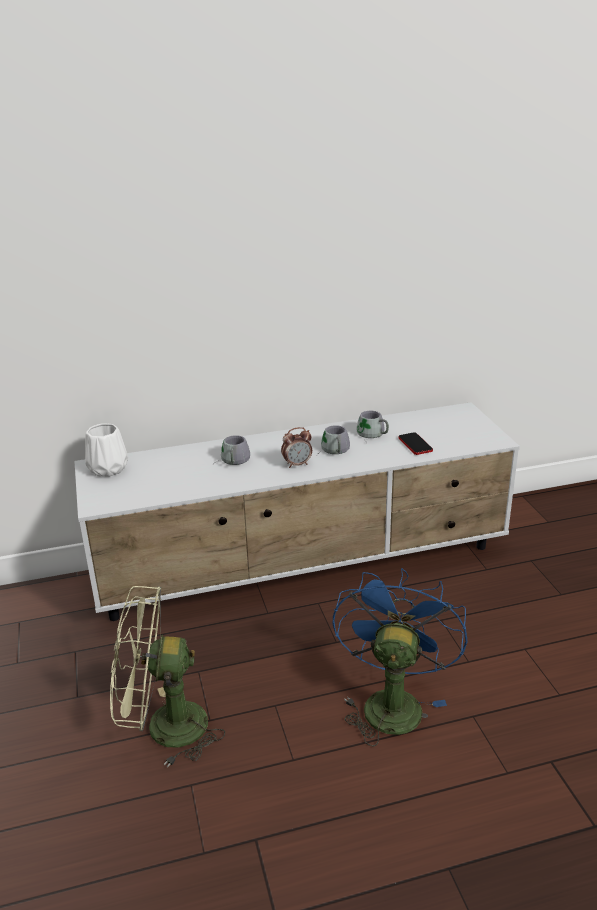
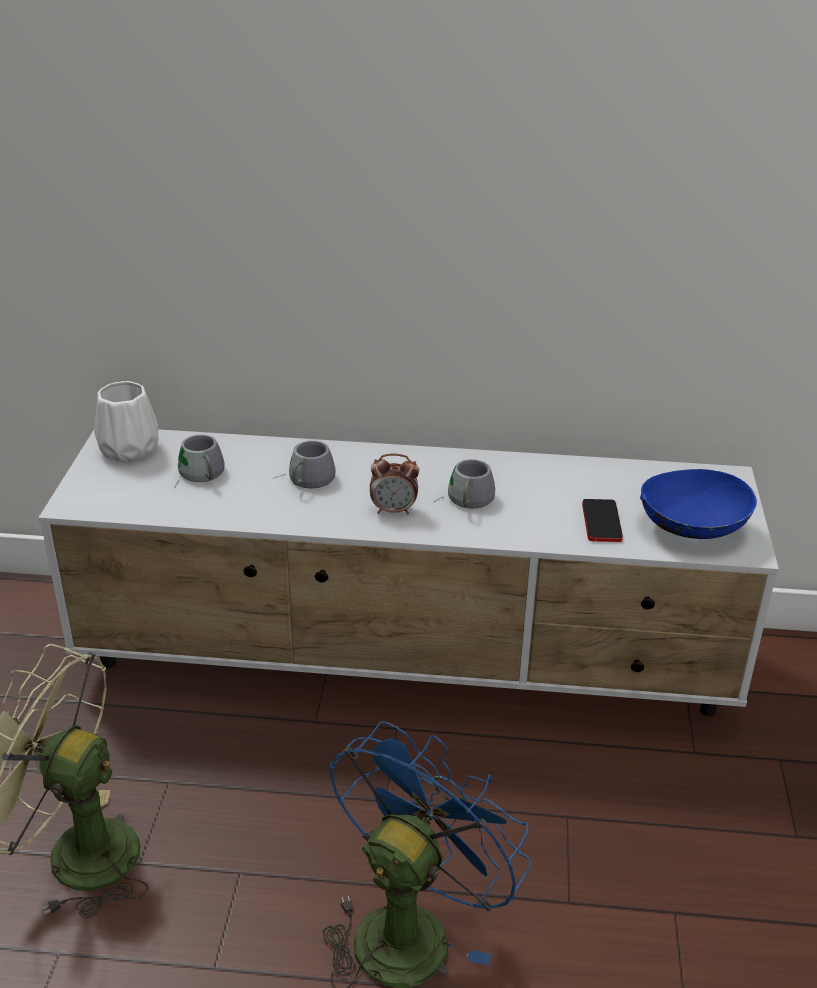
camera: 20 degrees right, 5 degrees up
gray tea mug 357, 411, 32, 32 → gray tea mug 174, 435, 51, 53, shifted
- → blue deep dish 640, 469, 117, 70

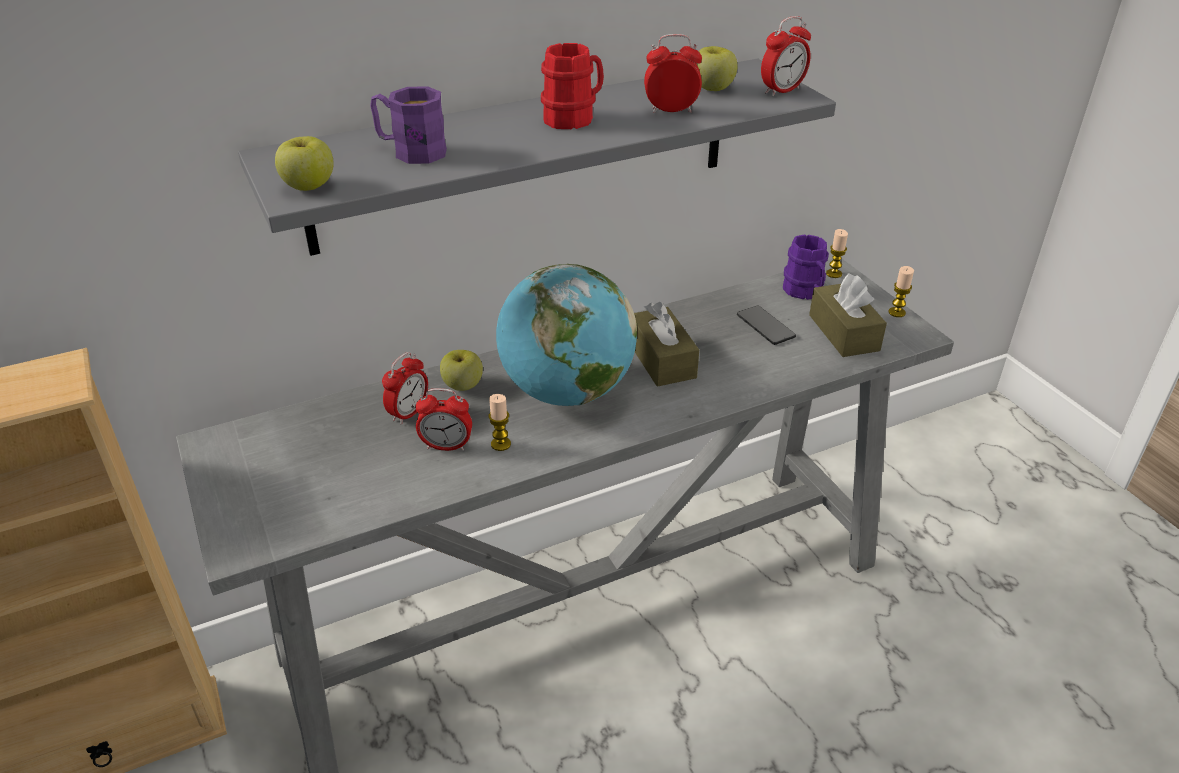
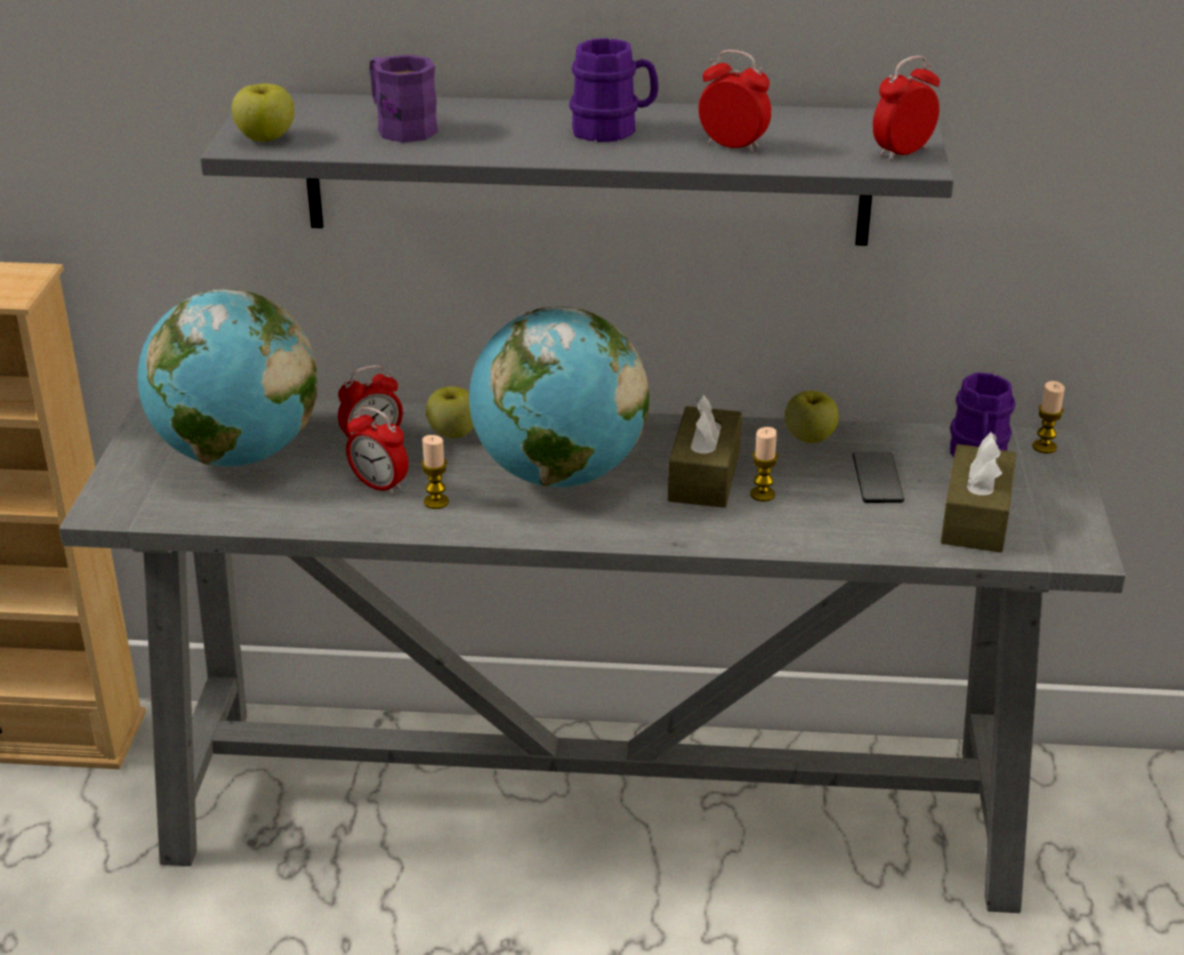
camera: 30 degrees right, 5 degrees down
alarm clock 761, 16, 50, 80 → alarm clock 873, 56, 67, 104, 150 degrees clockwise
red tea mug 541, 43, 63, 86 → purple-coloured tea mug 569, 38, 90, 104
whole apple 696, 46, 41, 45 → whole apple 785, 391, 54, 52, shifted
wax light 888, 266, 26, 51 → wax light 750, 427, 28, 75, shifted
- → desk globe 137, 289, 180, 178

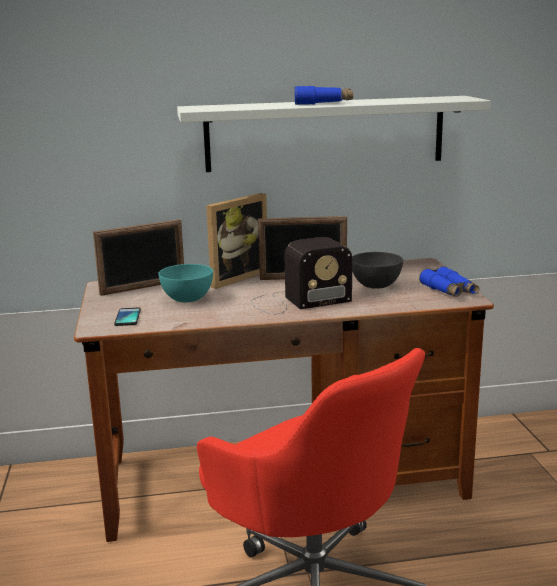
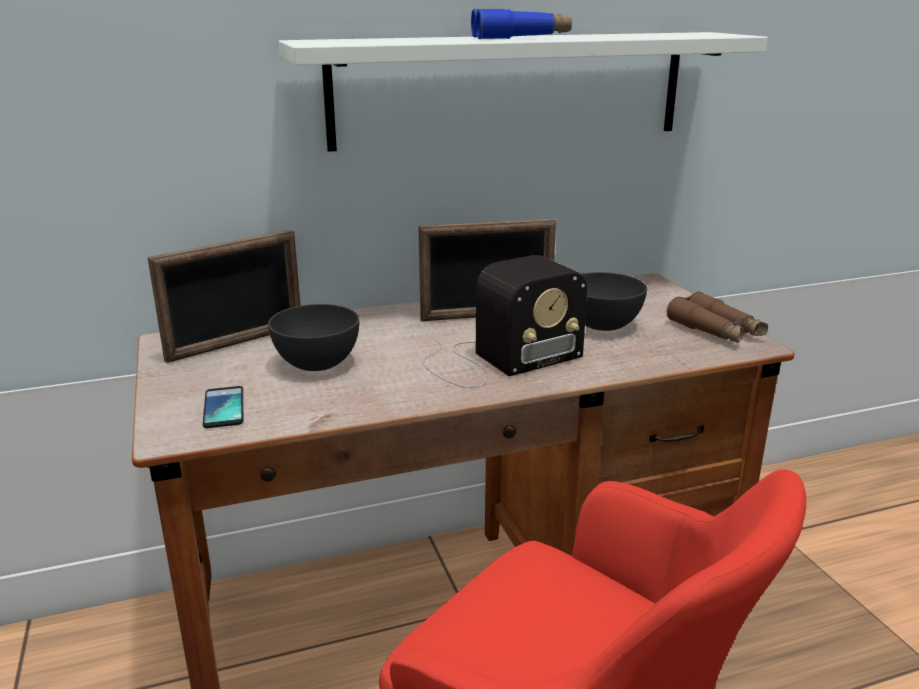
camera: 10 degrees left, 5 degrees up
picture frame 206, 193, 61, 96 → -
turquoise-coloured deep dish 158, 264, 55, 38 → gray deep dish 268, 304, 92, 67
blue pair of binoculars 419, 266, 60, 31 → brown-coloured pair of binoculars 667, 292, 101, 51

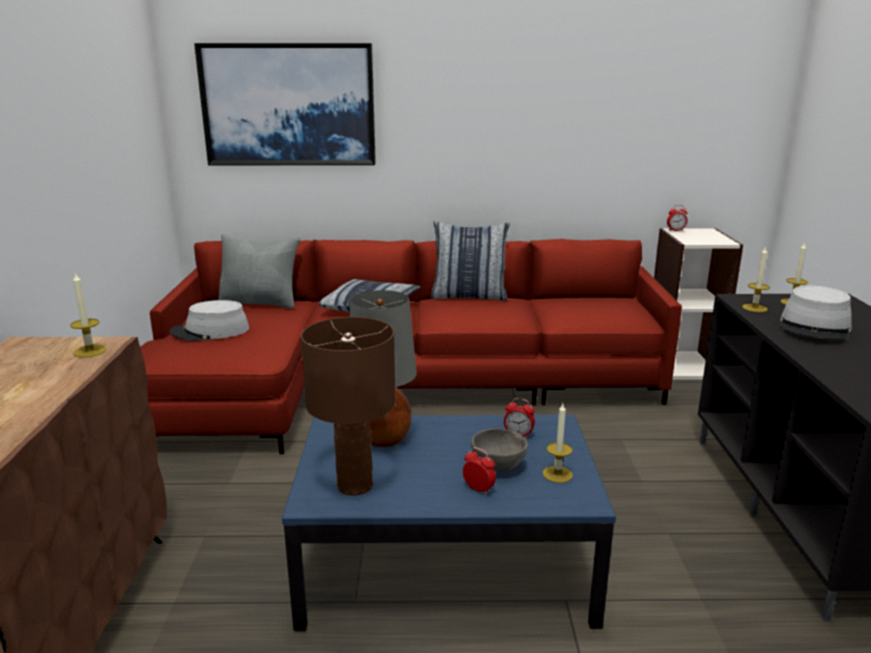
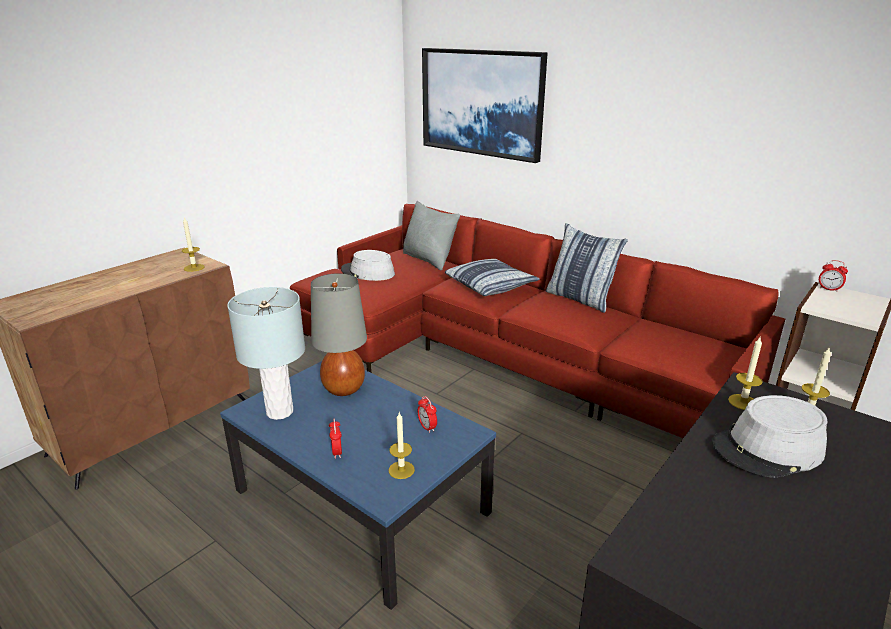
camera: 40 degrees right, 5 degrees up
brown-coloured table lamp 301, 317, 95, 179 → gray table lamp 227, 287, 78, 133
gray deep dish 471, 429, 57, 42 → -

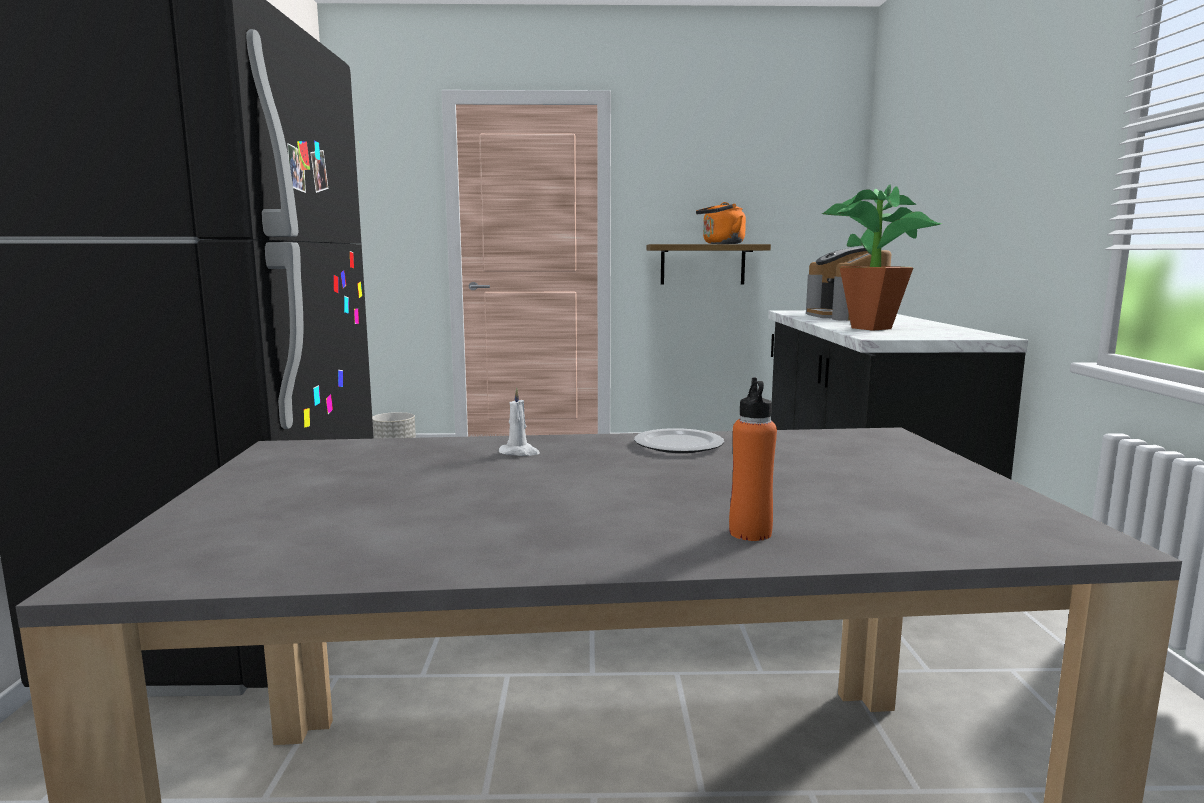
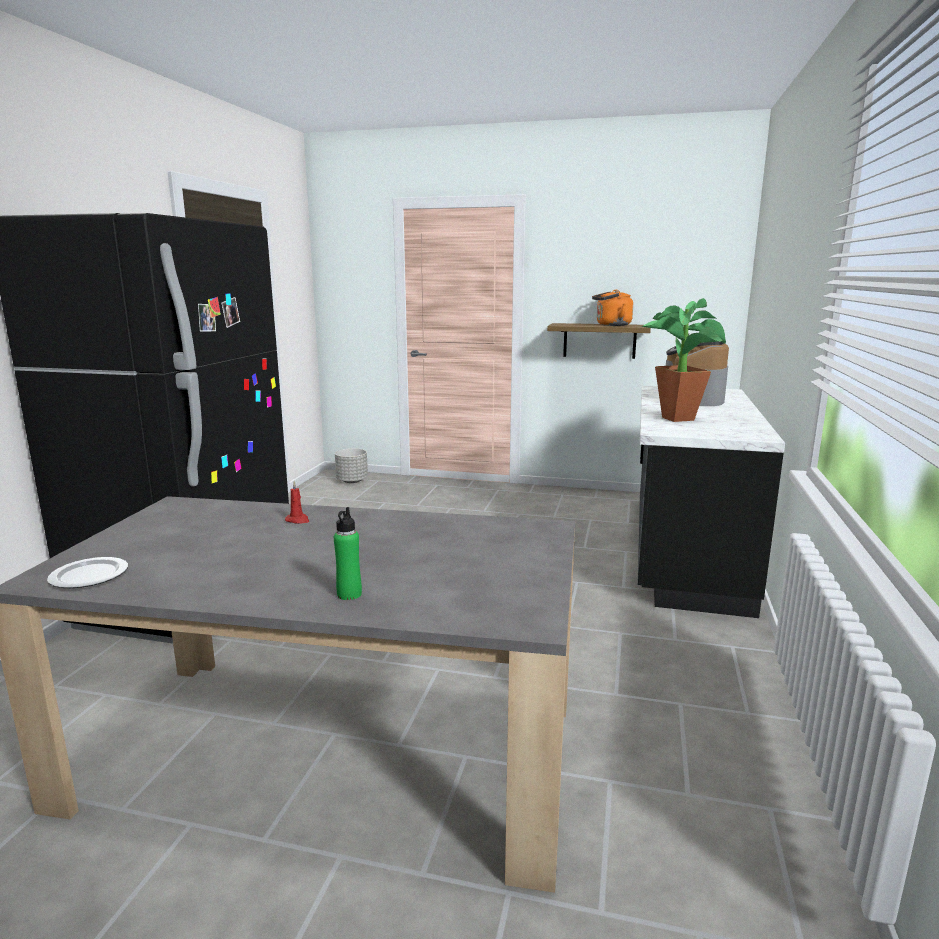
camera: 15 degrees right, 5 degrees up
orangey drink bottle 729, 378, 48, 163 → green drink bottle 334, 507, 28, 93
white wax light 499, 388, 41, 68 → red wax light 285, 481, 24, 42
dinner plate 634, 428, 90, 25 → dinner plate 47, 557, 81, 31, shifted

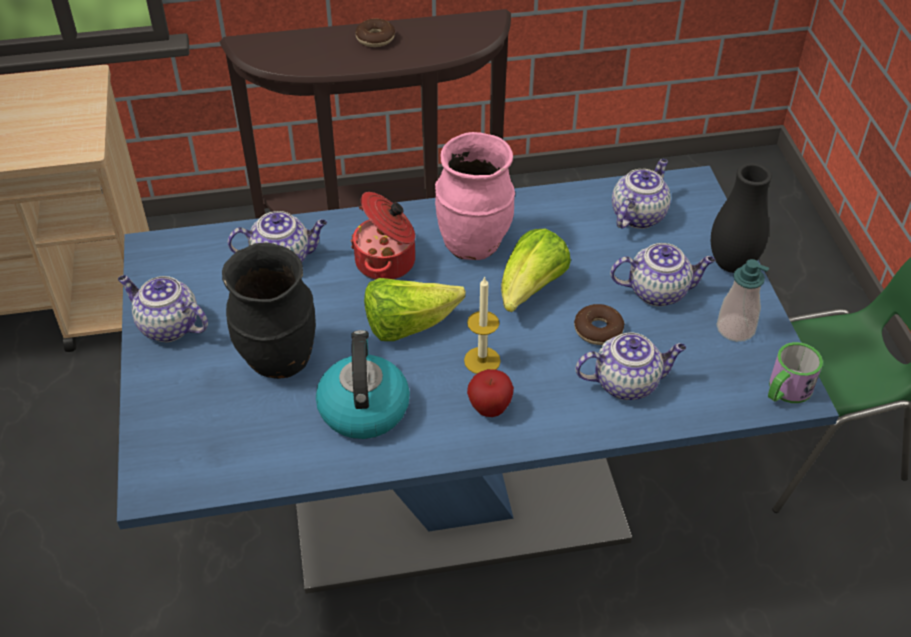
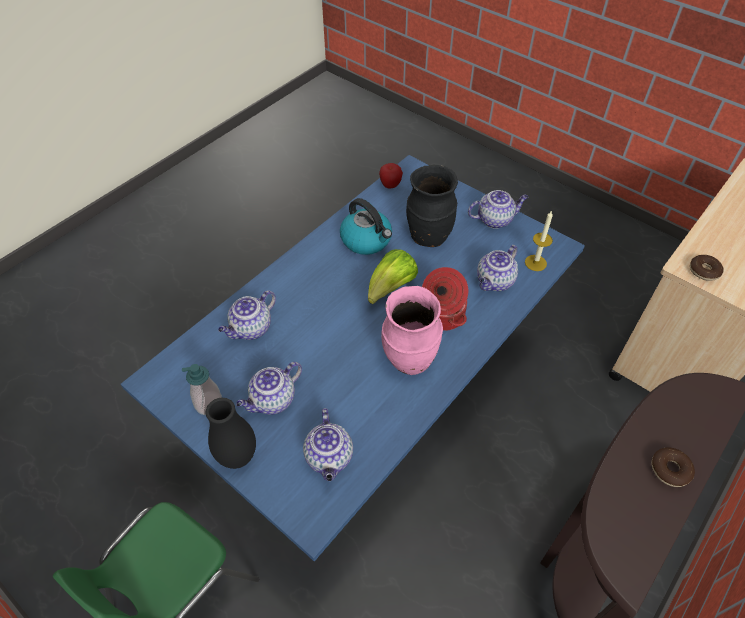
camera: 140 degrees right, 5 degrees up
lettuce 501, 229, 70, 83 → -
wax light 464, 276, 37, 98 → wax light 525, 210, 28, 61, shifted
donut 574, 304, 50, 41 → donut 690, 255, 34, 26, shifted
tea mug 768, 342, 55, 61 → -
whole apple 467, 369, 47, 48 → whole apple 379, 163, 24, 25, shifted

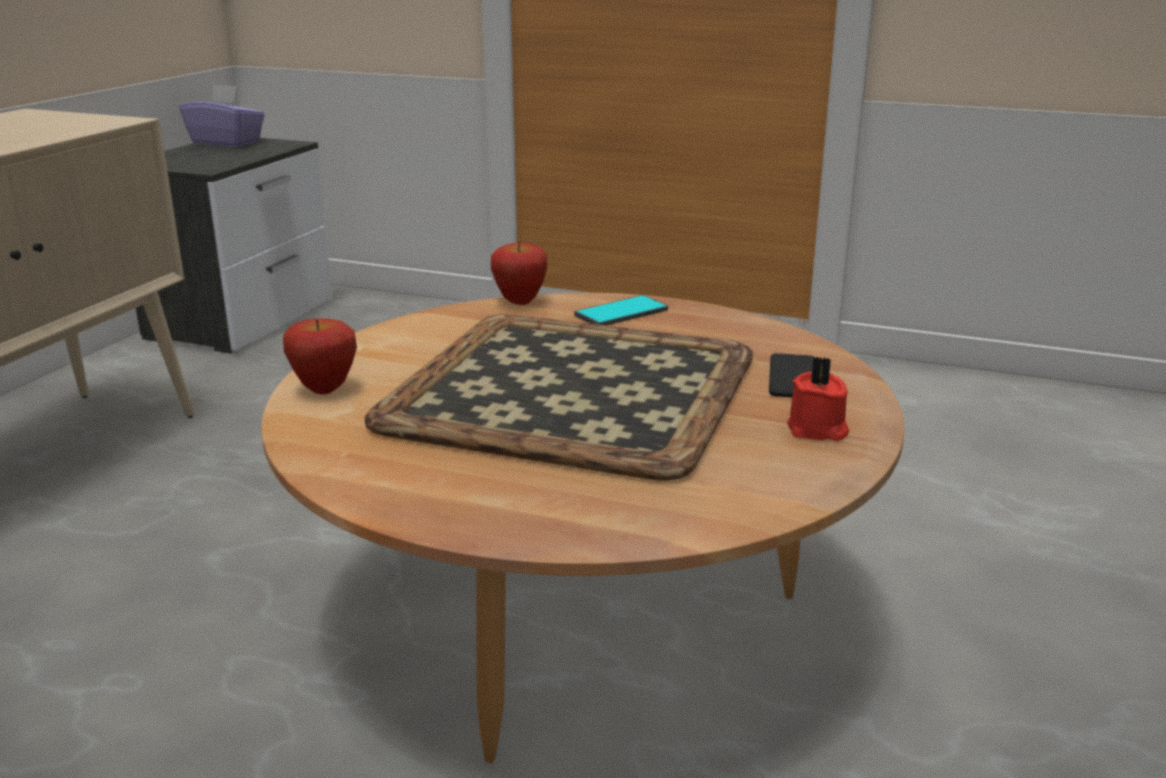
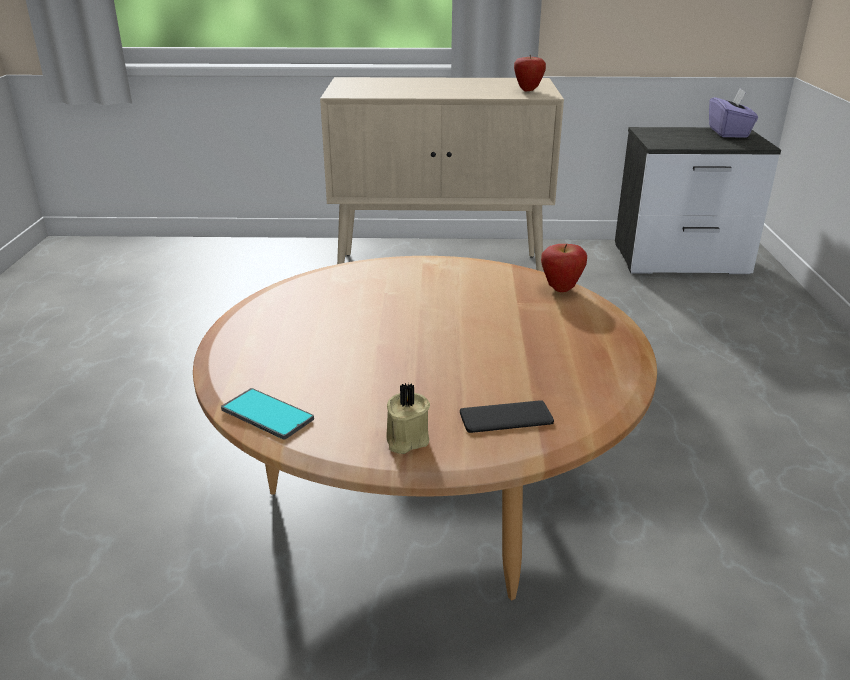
camera: 70 degrees right, 5 degrees up
handset 574, 295, 94, 31 → handset 221, 388, 93, 52, shifted
carrying tray 364, 314, 389, 167 → -
whole apple 283, 318, 74, 76 → whole apple 514, 54, 32, 37, shifted
red wax light 787, 357, 62, 84 → sand-coloured wax light 387, 383, 43, 71

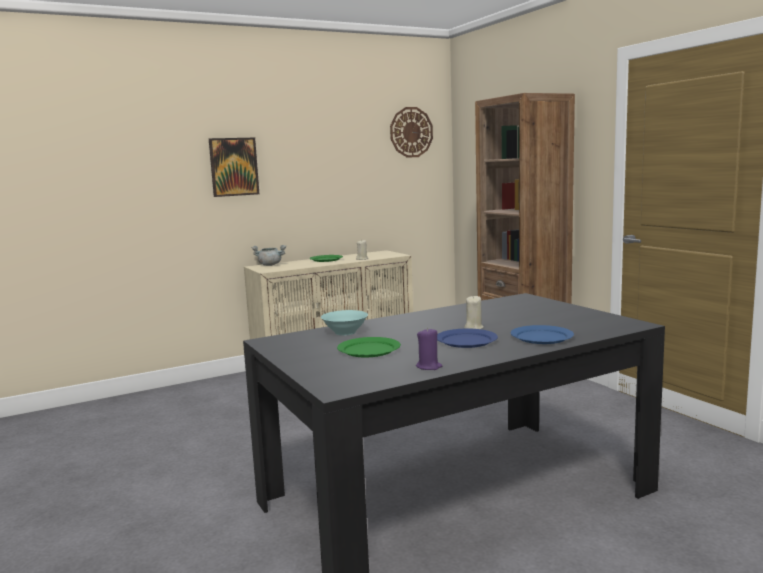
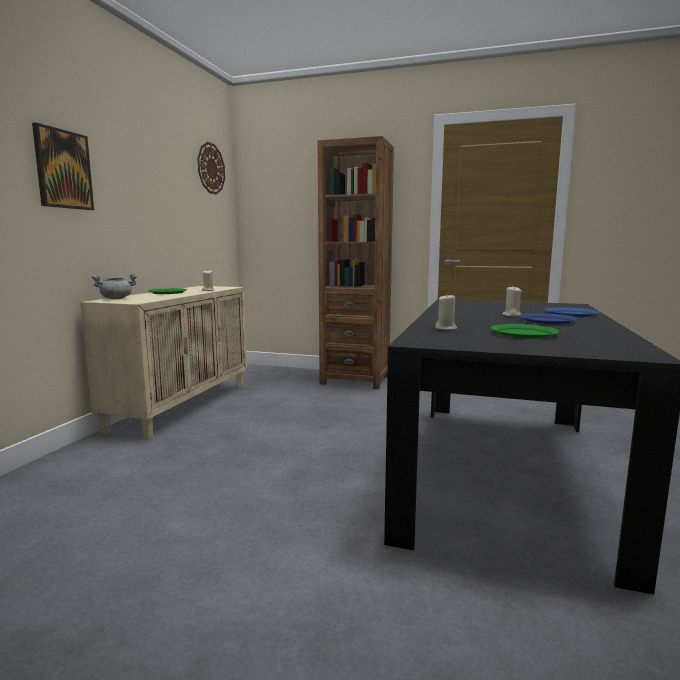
camera: 45 degrees left, 0 degrees up
turquoise-coloured deep dish 321, 310, 47, 25 → sand-coloured wax light 435, 293, 22, 37
purple-coloured wax light 416, 327, 26, 43 → -

